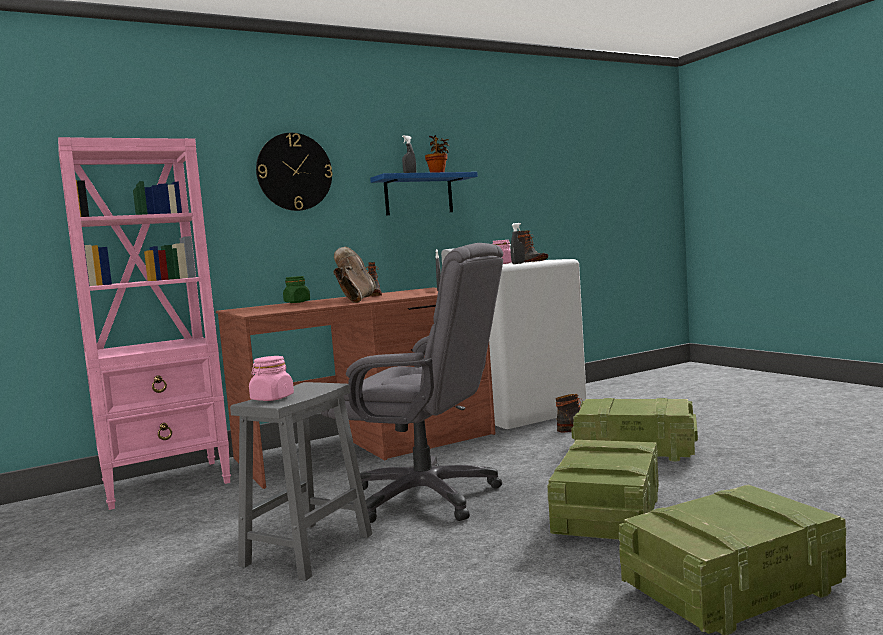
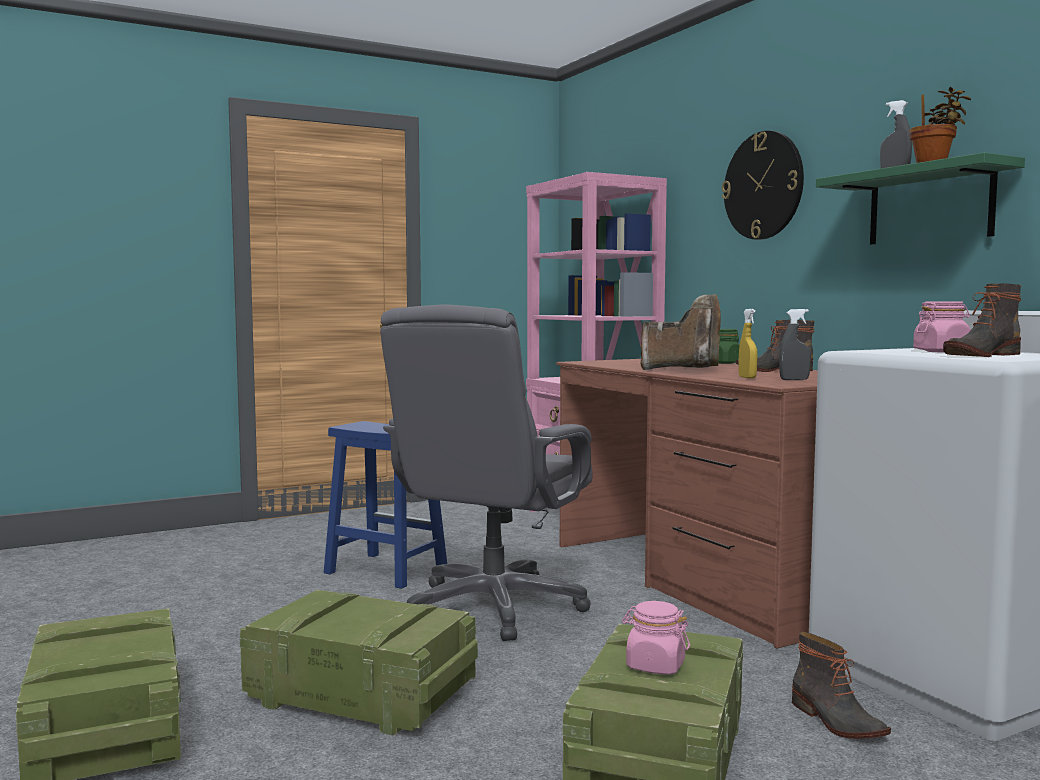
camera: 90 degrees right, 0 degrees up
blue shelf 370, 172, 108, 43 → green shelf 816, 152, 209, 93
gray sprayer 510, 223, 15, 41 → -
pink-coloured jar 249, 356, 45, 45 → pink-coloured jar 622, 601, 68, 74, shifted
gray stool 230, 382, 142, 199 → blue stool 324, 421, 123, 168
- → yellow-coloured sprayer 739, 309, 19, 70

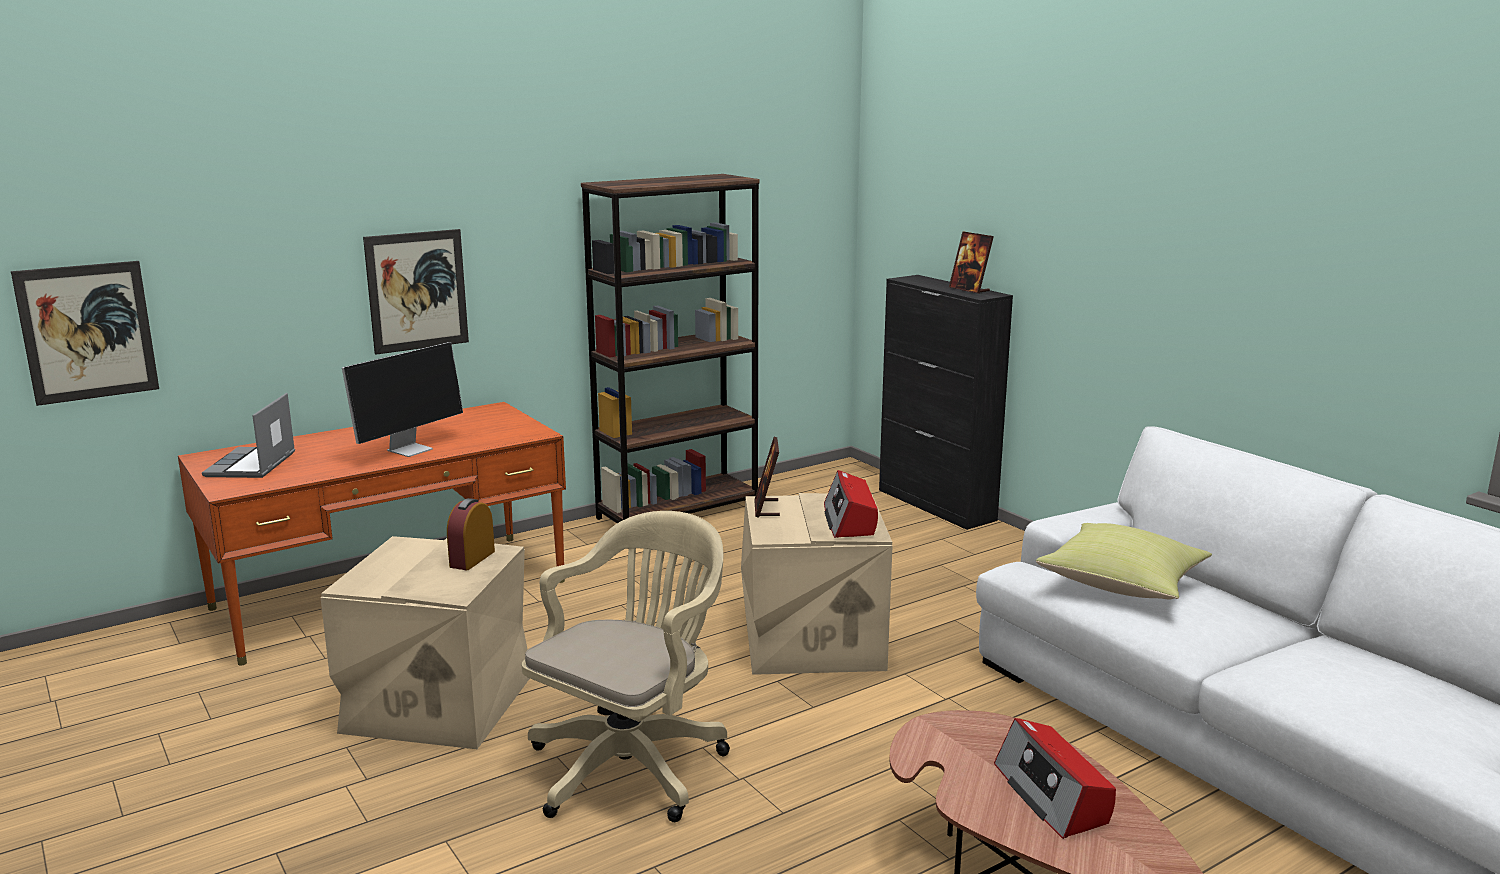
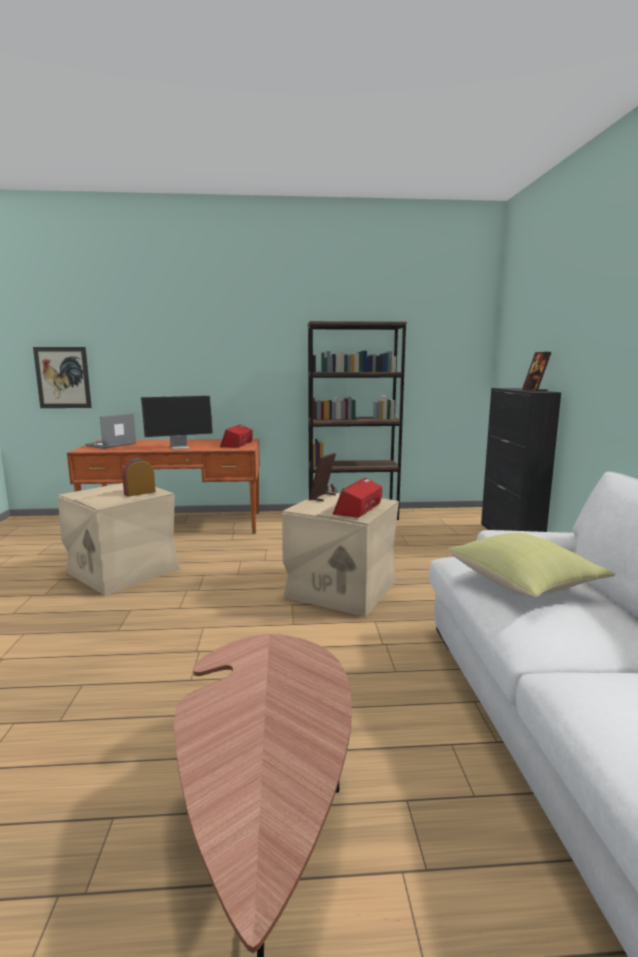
camera: 30 degrees right, 5 degrees down
wall art 363, 229, 106, 126 → -
sand-coloured computer chair 522, 511, 208, 311 → -
radio 994, 718, 122, 121 → radio 220, 425, 33, 22, shifted

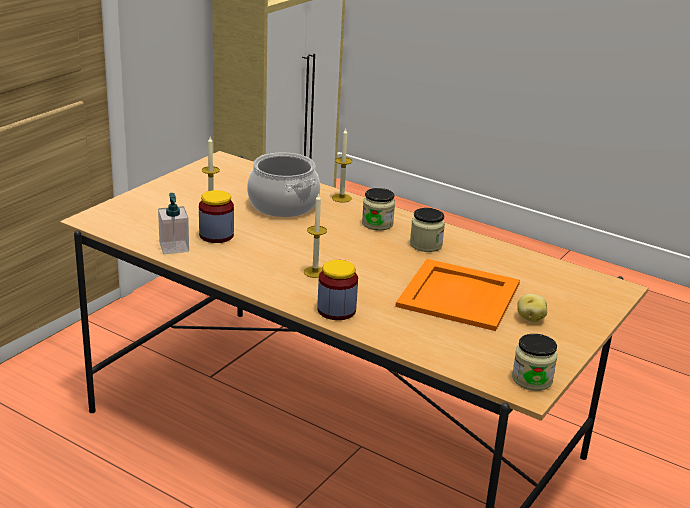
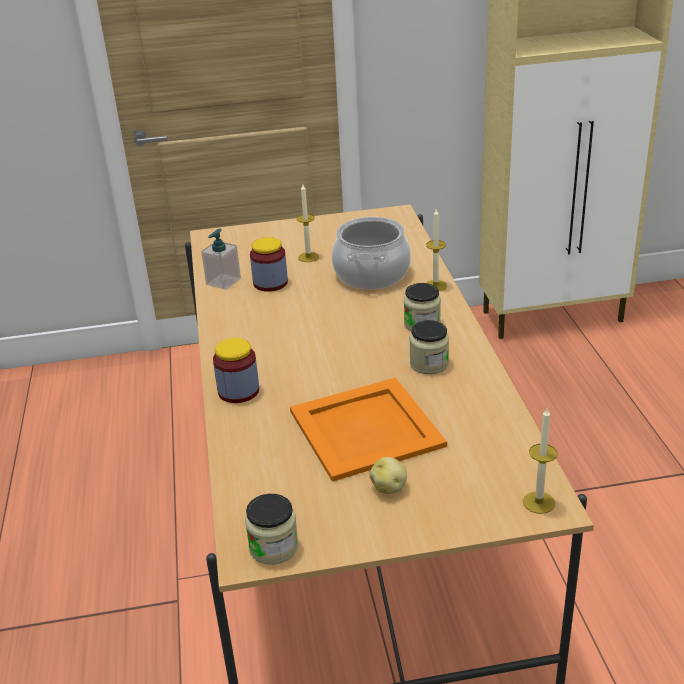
camera: 50 degrees right, 5 degrees up
wax light 304, 193, 23, 85 → wax light 523, 408, 35, 106, shifted

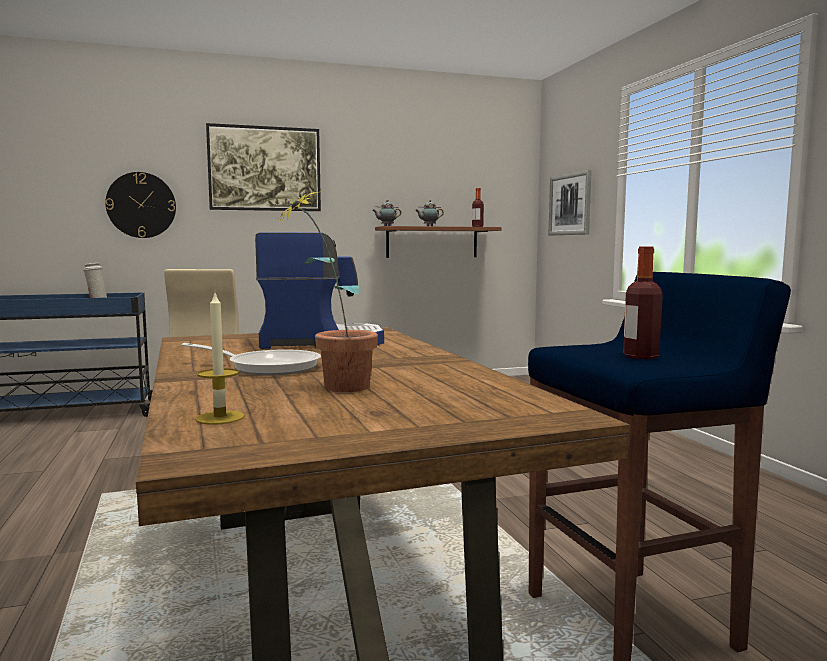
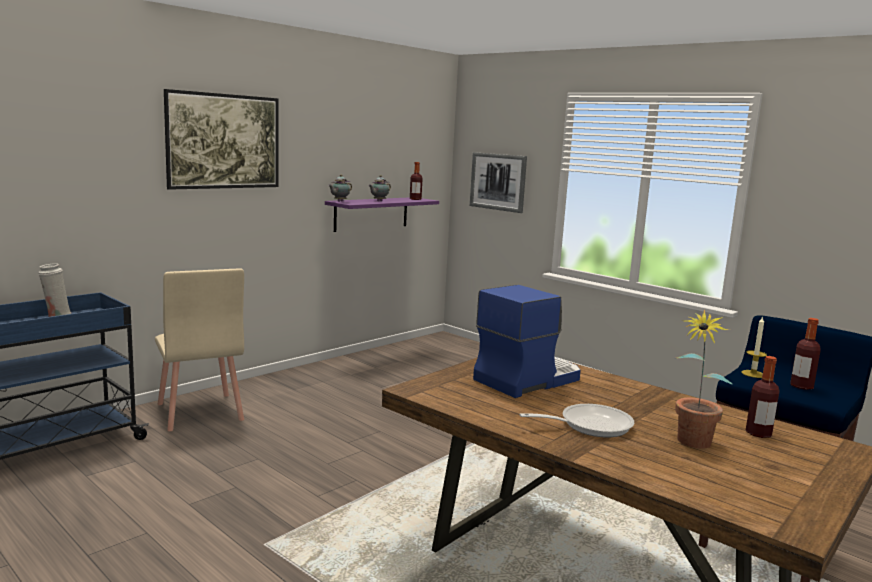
camera: 30 degrees left, 5 degrees up
clock on the wall 105, 172, 71, 66 → -
brown-coloured shelf 375, 226, 127, 32 → purple-coloured shelf 325, 197, 114, 35
wax light 195, 293, 50, 132 → wax light 741, 316, 26, 62, shifted
- → drink bottle 746, 356, 34, 82

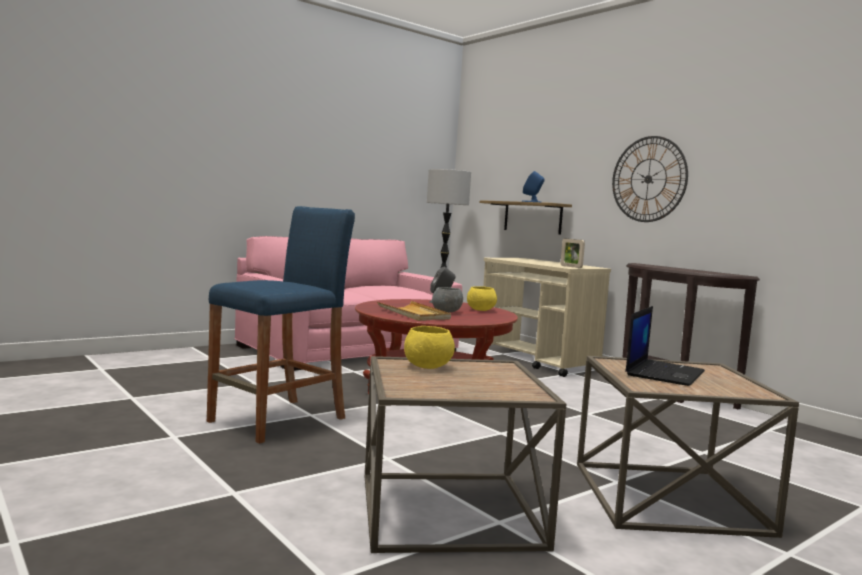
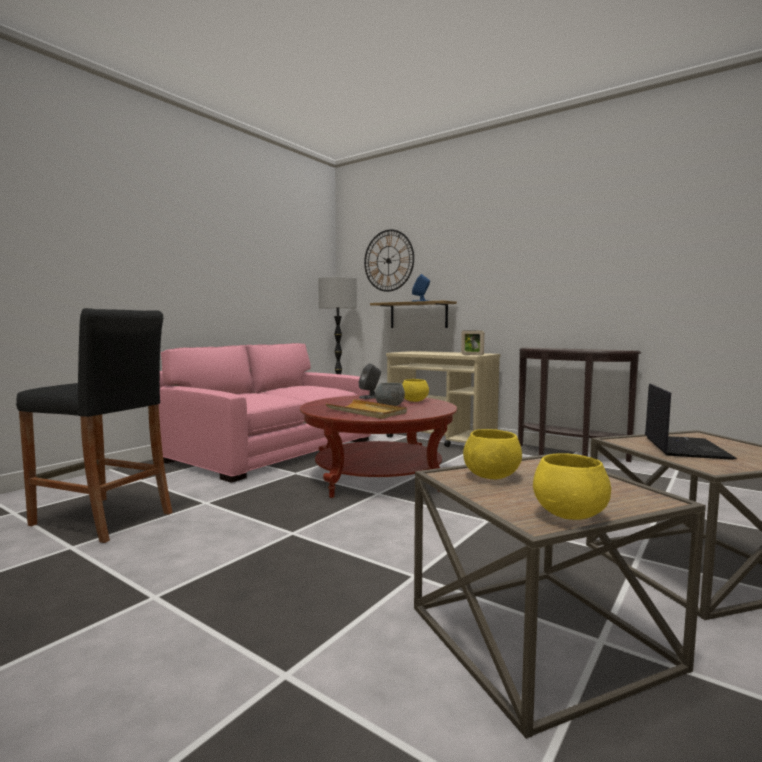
camera: 15 degrees left, 0 degrees up
clock on the wall 612, 136, 76, 86 → clock on the wall 364, 229, 50, 63, shifted
blue stool 207, 206, 148, 238 → -
- → black stool 16, 308, 157, 235
- → yellow-coloured deep dish 533, 453, 78, 67

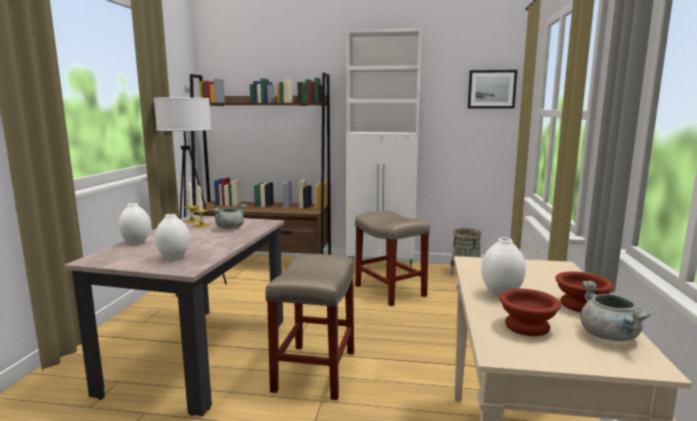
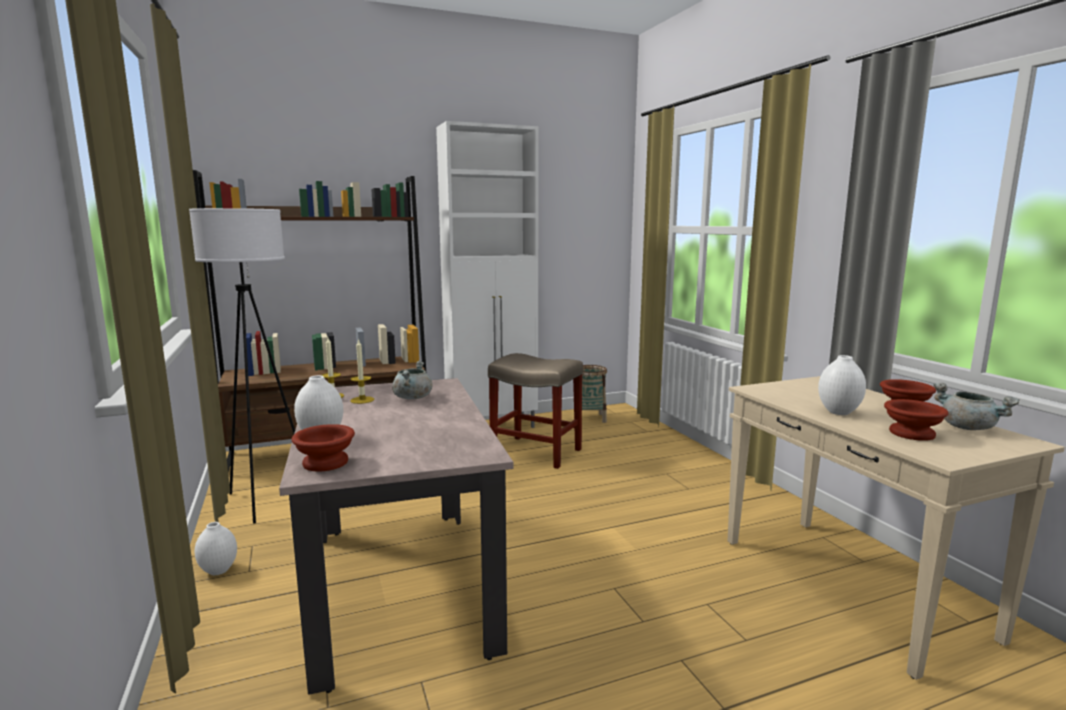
camera: 30 degrees left, 0 degrees up
wall art 468, 70, 49, 39 → -
white flower vase 155, 214, 35, 46 → white flower vase 195, 522, 42, 53, shifted
sand-coloured stool 266, 254, 89, 146 → -
- → brown-coloured deep dish 291, 424, 64, 48

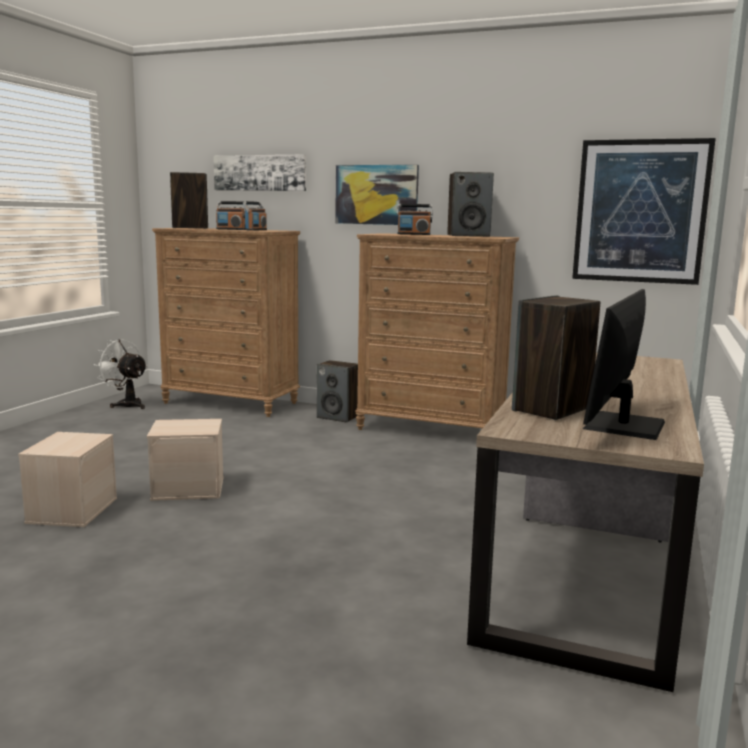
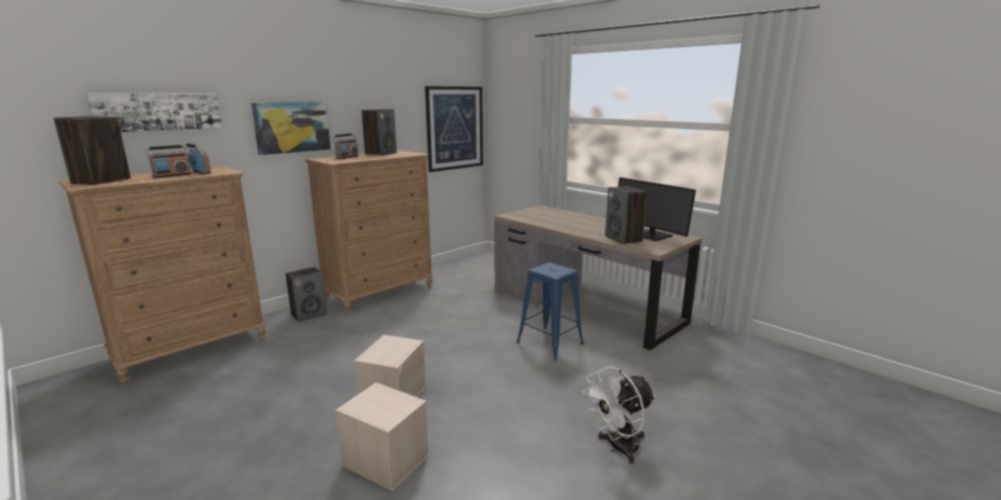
camera: 65 degrees left, 5 degrees up
white cooling fan 94, 339, 54, 70 → white cooling fan 582, 367, 73, 97, shifted
- → blue stool 516, 263, 68, 97

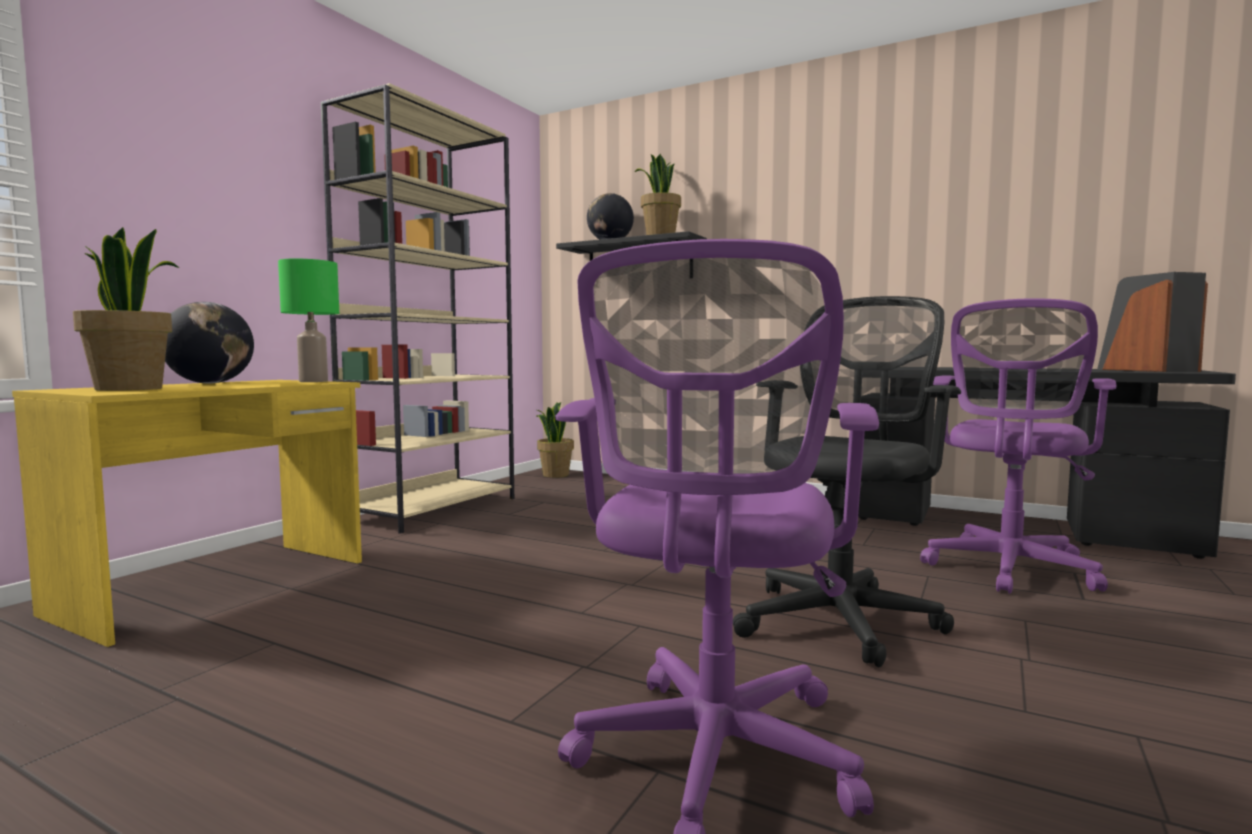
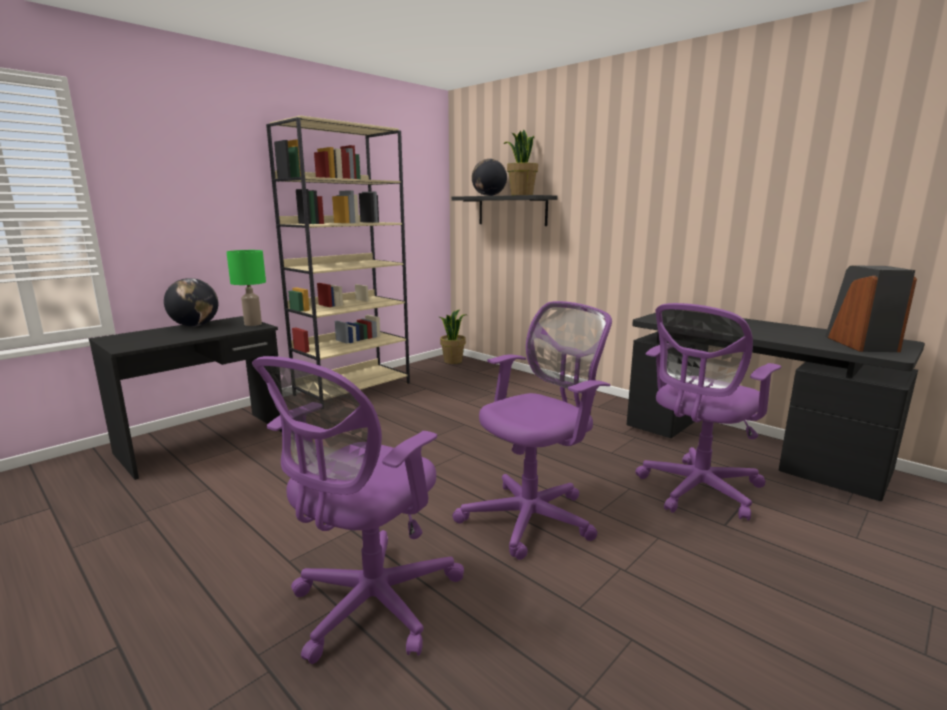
camera: 15 degrees right, 10 degrees up
potted plant 73, 227, 106, 164 → -
black computer chair 733, 296, 228, 371 → purple-coloured computer chair 453, 301, 159, 259
yellow-coloured desk table 12, 380, 350, 267 → black desk table 89, 316, 193, 164

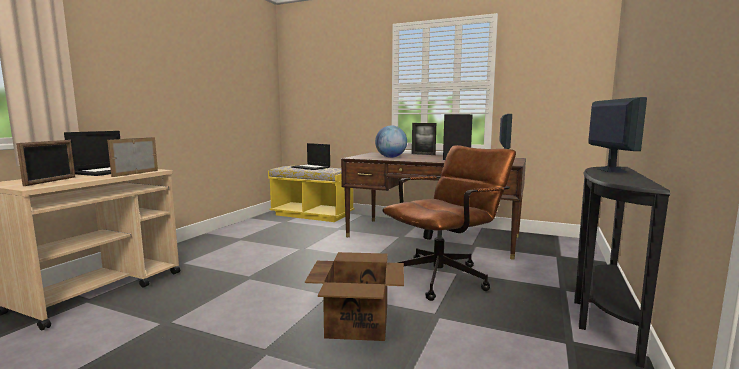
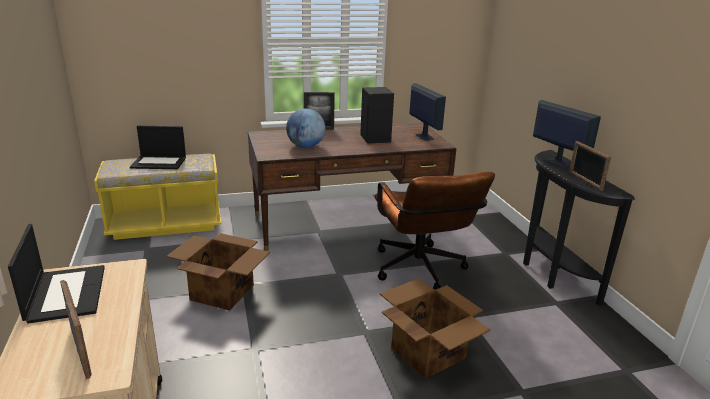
camera: 40 degrees left, 15 degrees up
picture frame 107, 137, 51, 40 → picture frame 569, 141, 42, 50, shifted
brown-coloured computer chair 382, 145, 134, 156 → brown-coloured computer chair 375, 172, 120, 118, 150 degrees clockwise
- → carton 166, 233, 104, 78

